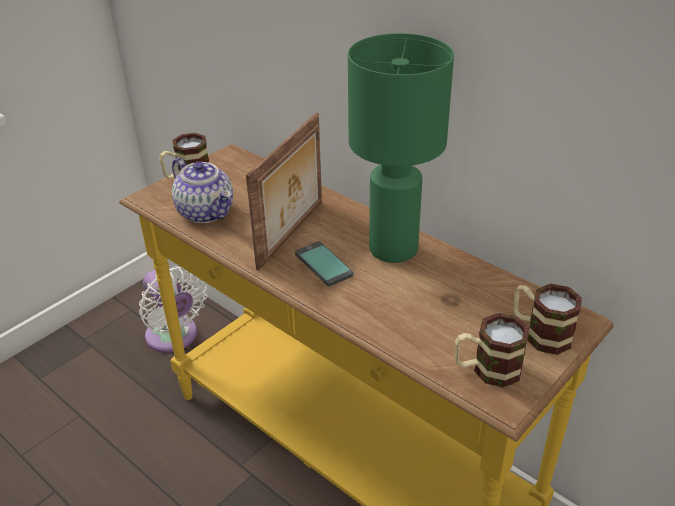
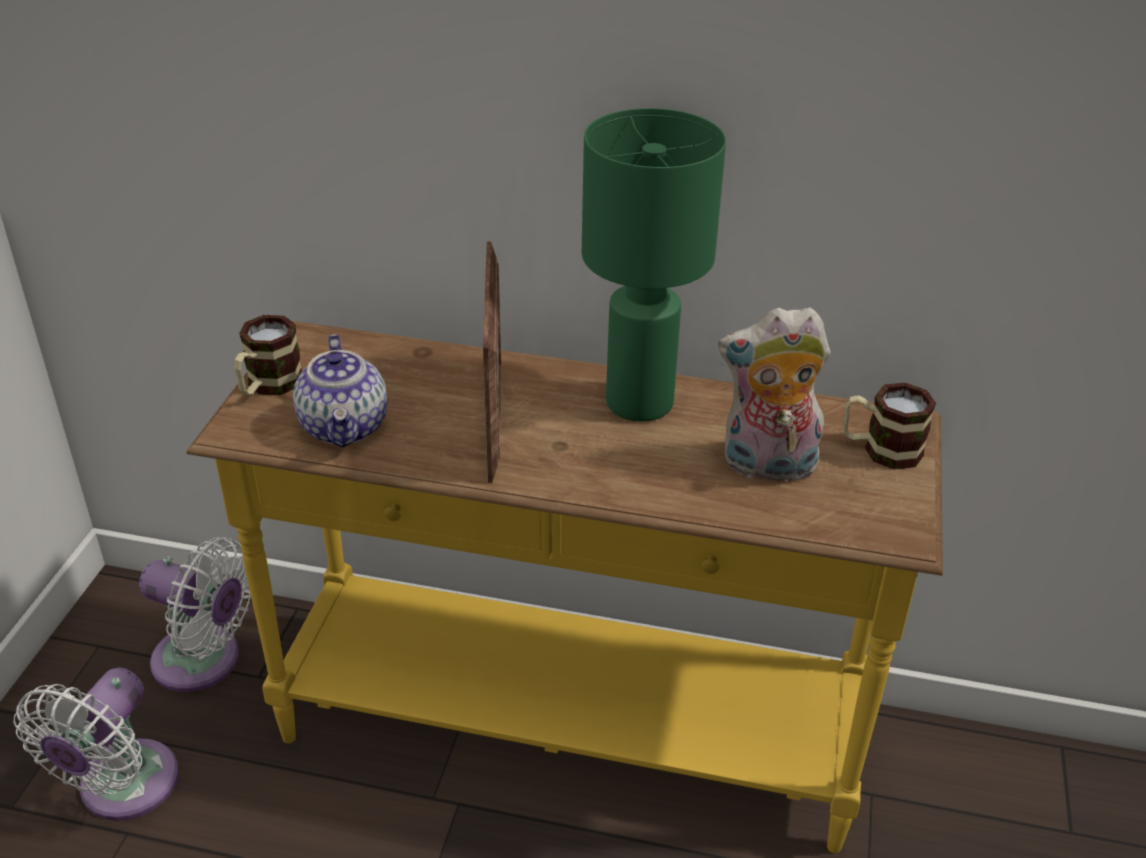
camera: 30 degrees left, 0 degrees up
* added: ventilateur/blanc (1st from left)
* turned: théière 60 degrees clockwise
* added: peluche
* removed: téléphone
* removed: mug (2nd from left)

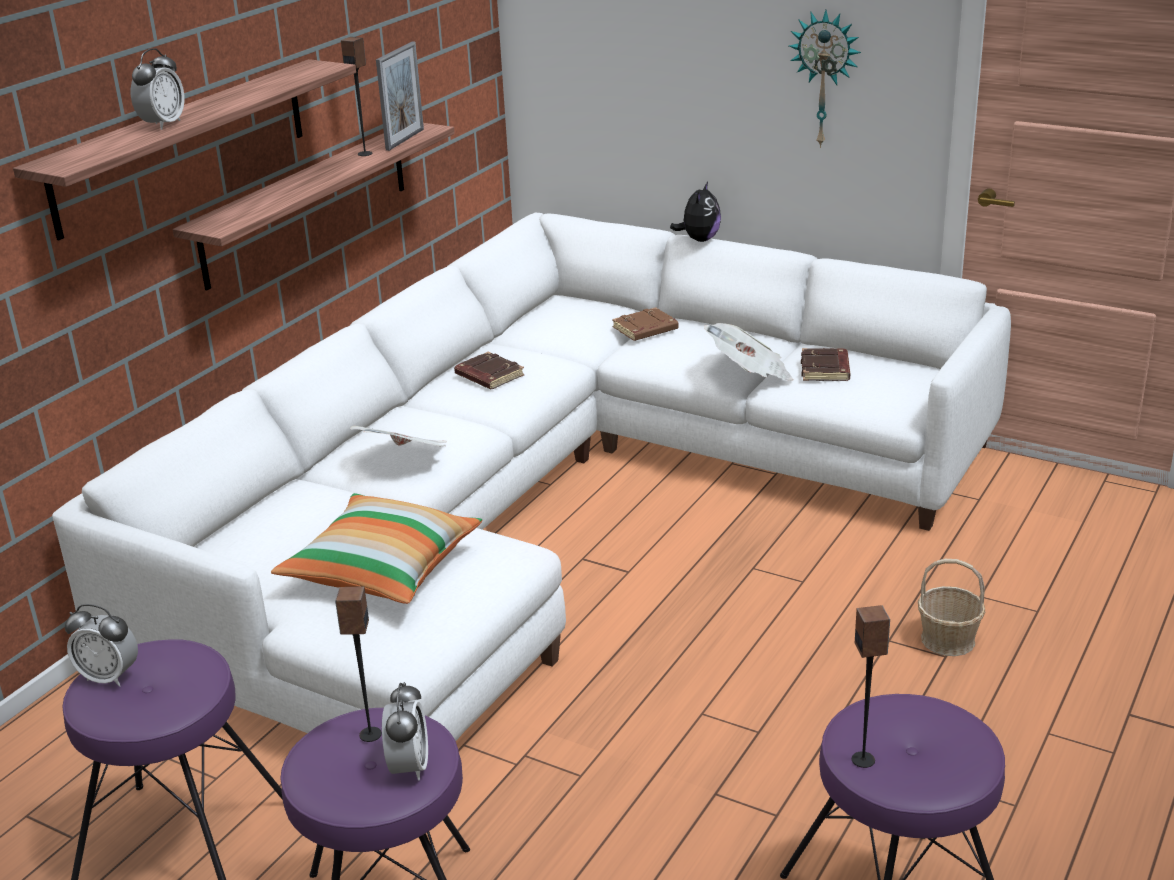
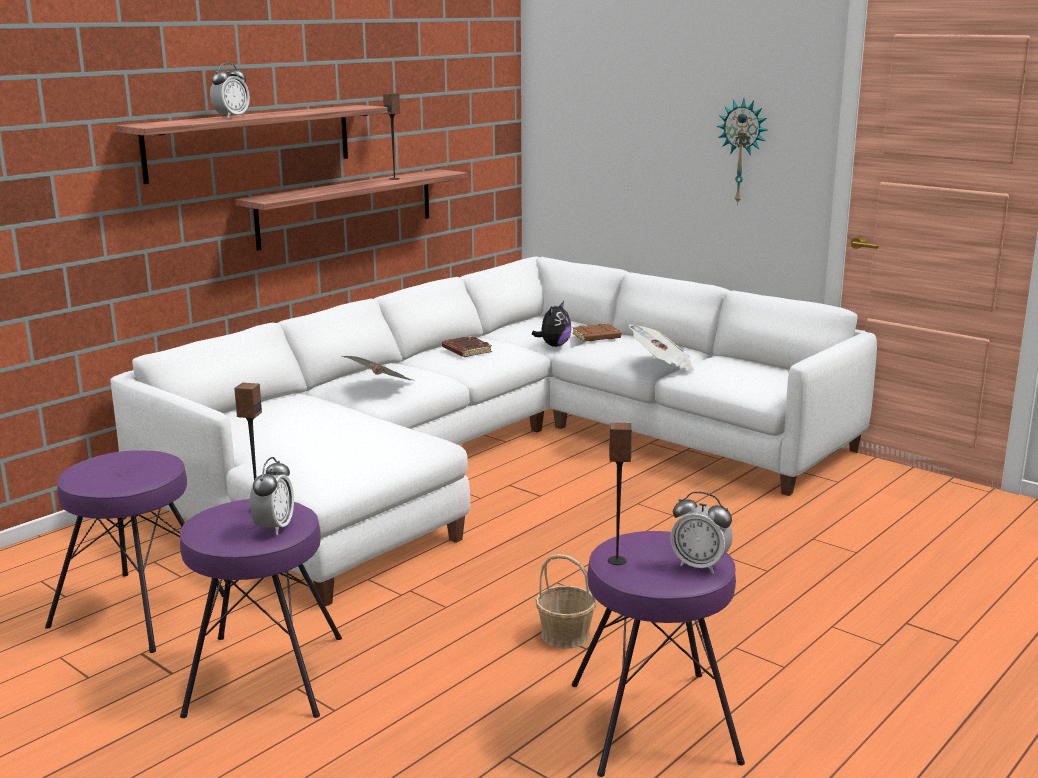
camera: 10 degrees right, 10 degrees down
* moved: peluche
* moved: panier
* moved: réveil (1st from left in the first image) to réveil (3rd from left)
* removed: coussin
* removed: cadre photo
* removed: livre/marron (3rd from left)

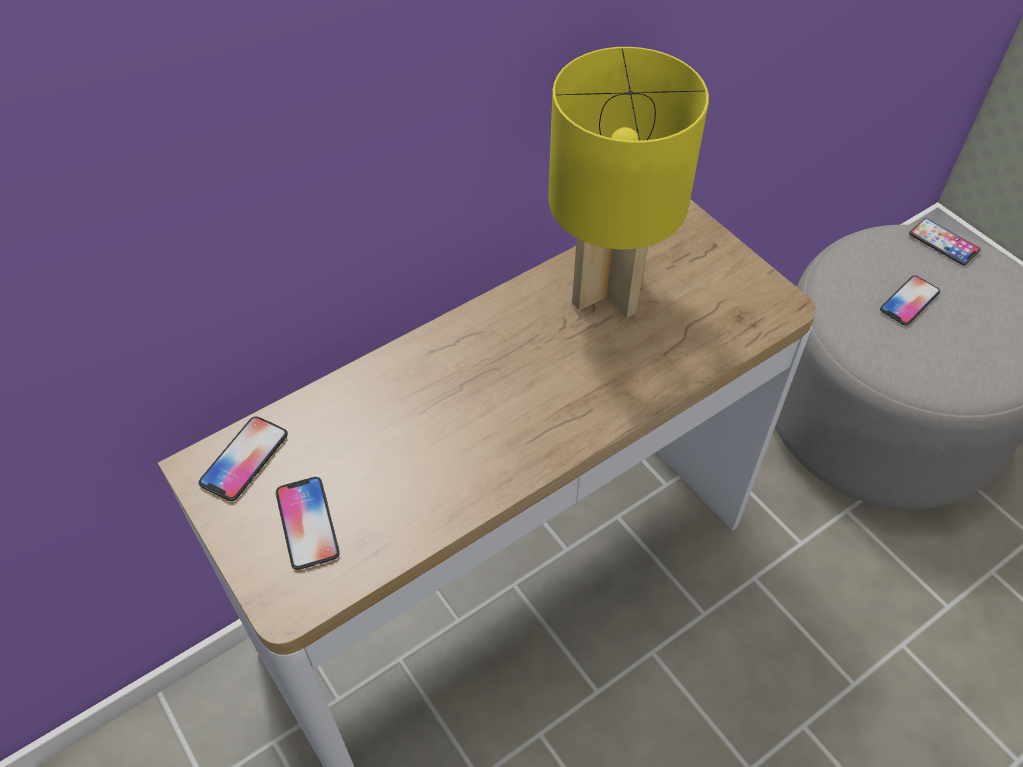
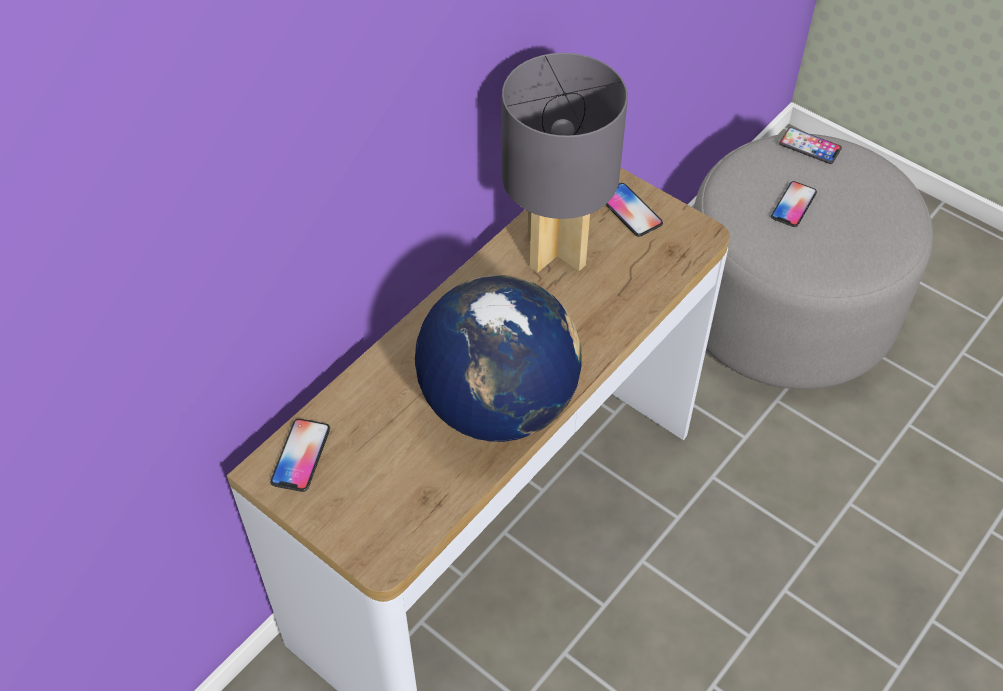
camera: 15 degrees left, 0 degrees up
* added: globe
* recoloured: lampe de table/jaune to lampe de table/gris
* moved: téléphone (2nd from left)

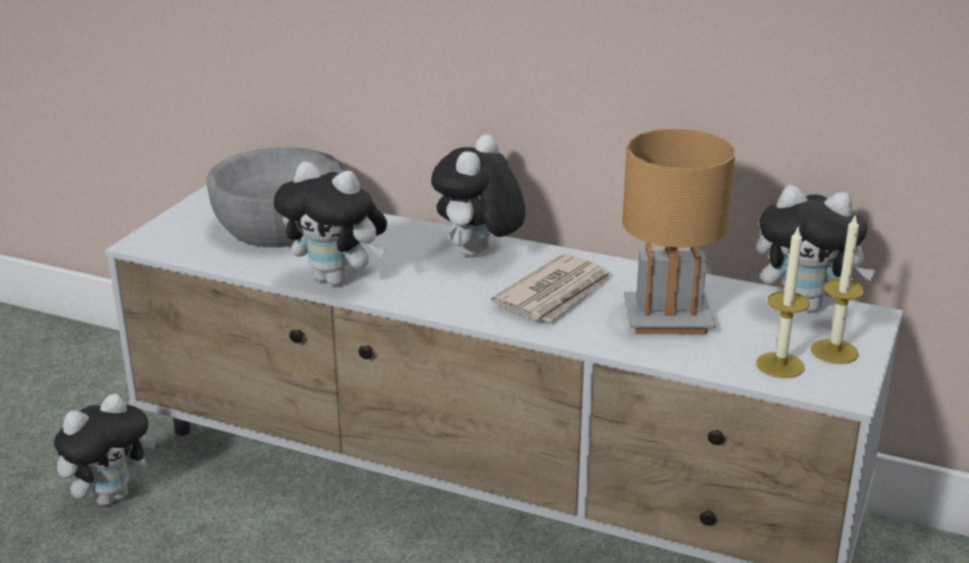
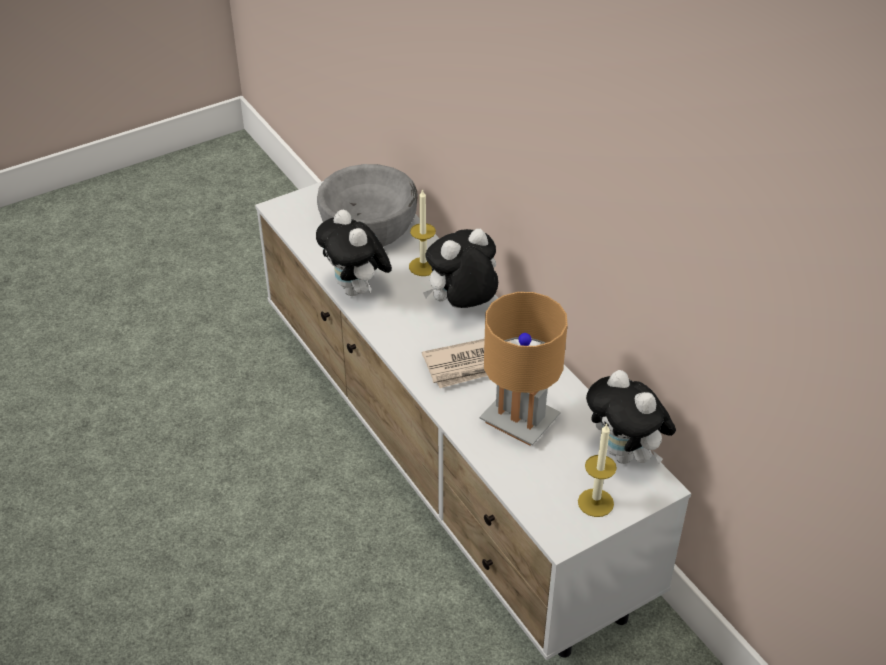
camera: 35 degrees right, 15 degrees up
* moved: bougie (1st from left)
* removed: peluche (1st from left)

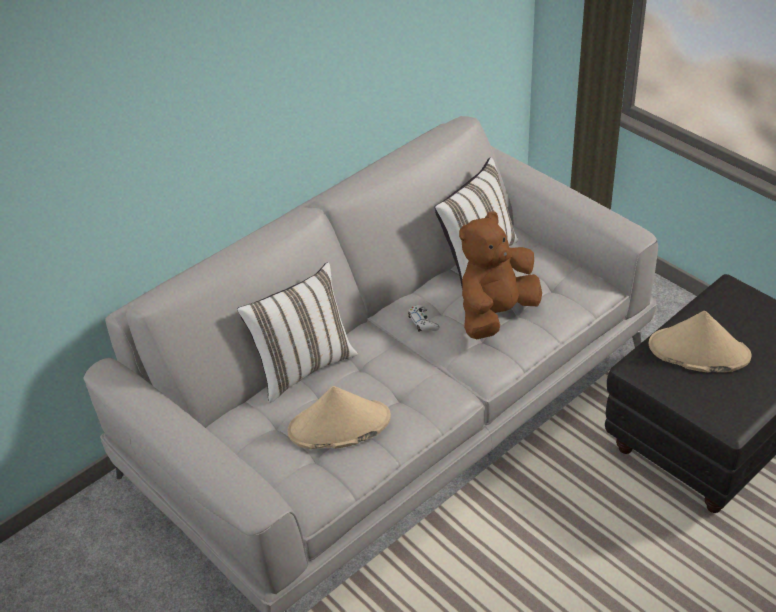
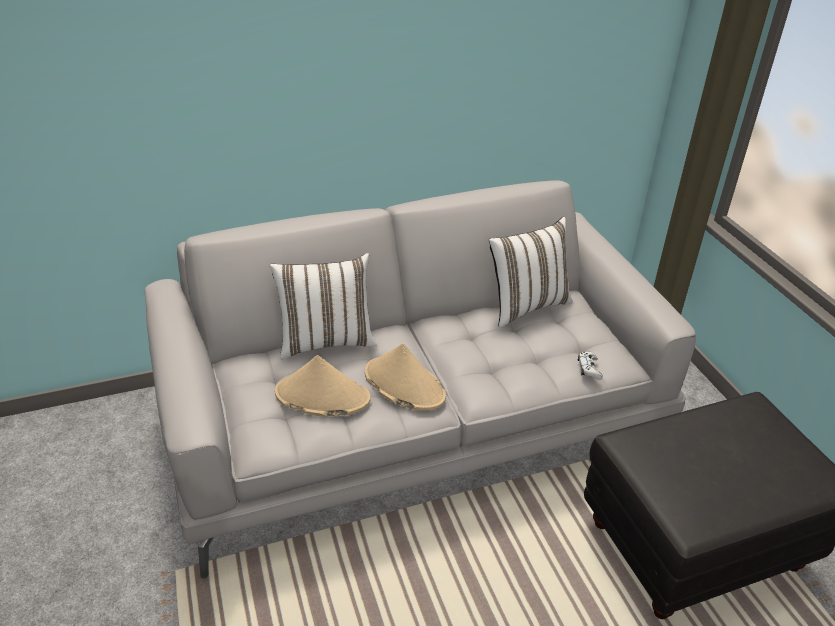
camera: 20 degrees right, 5 degrees down
* moved: chapeau/beige (2nd from left)
* moved: manette/blanc
* removed: peluche/marron

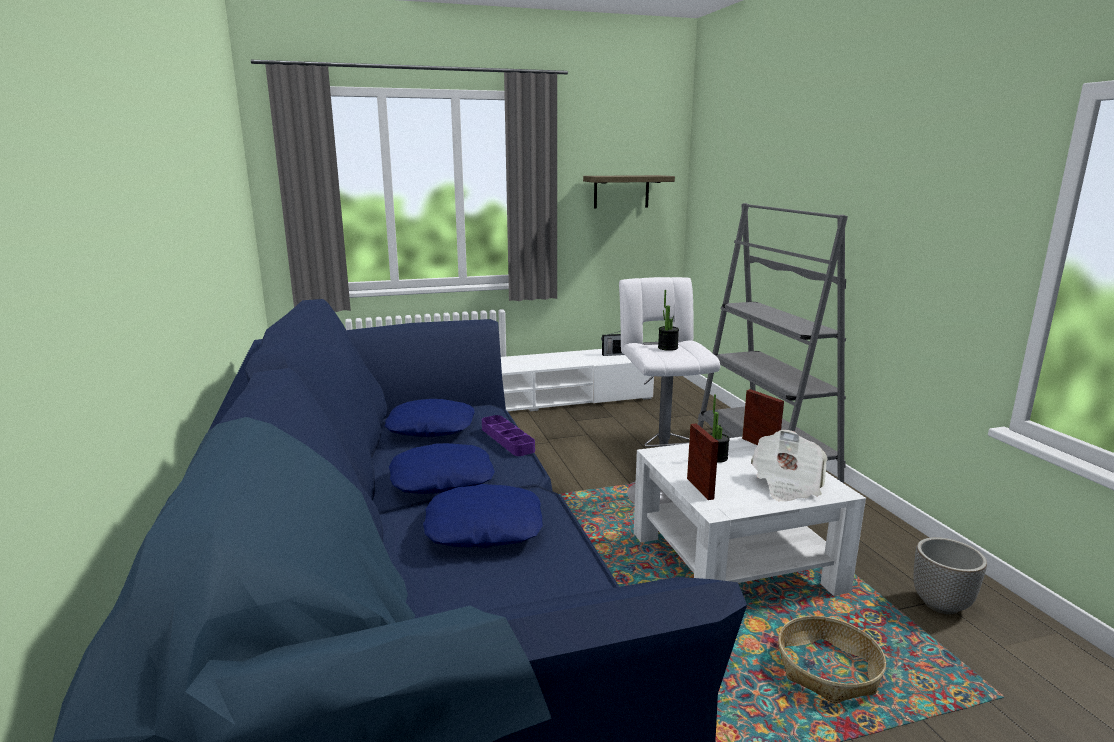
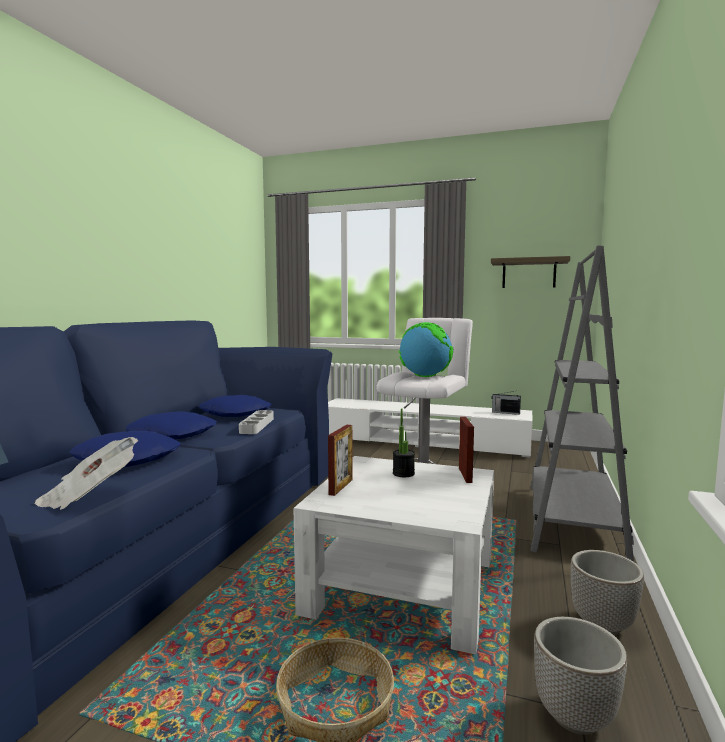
camera: 35 degrees right, 10 degrees down
* moved: journal
* recoloured: plateau/violet to plateau/gris
* replaced: plante en pot (1st from left) to globe
* added: cache-pot (2nd from left)

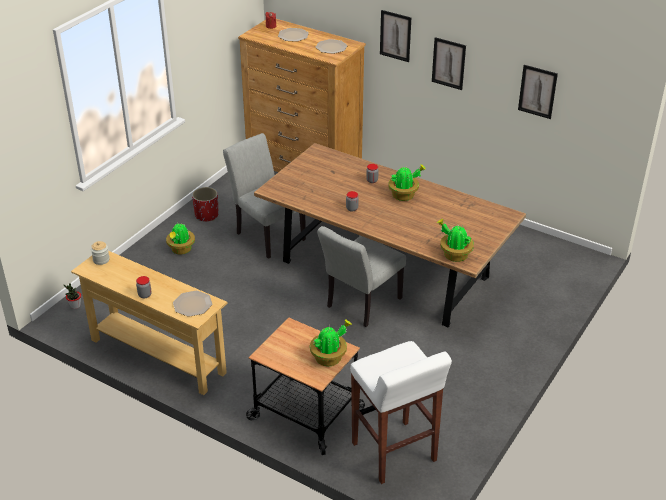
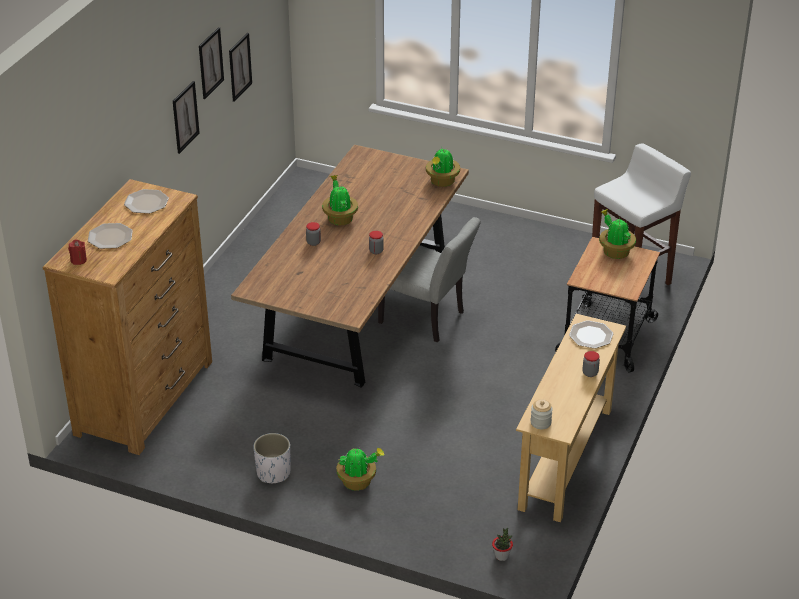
camera: 100 degrees left, 0 degrees up
* moved: tableau (1st from left in the first image) to tableau (2nd from left)
* recoloured: cache-pot/rouge to cache-pot/blanc
* removed: chaise/gris (1st from left)

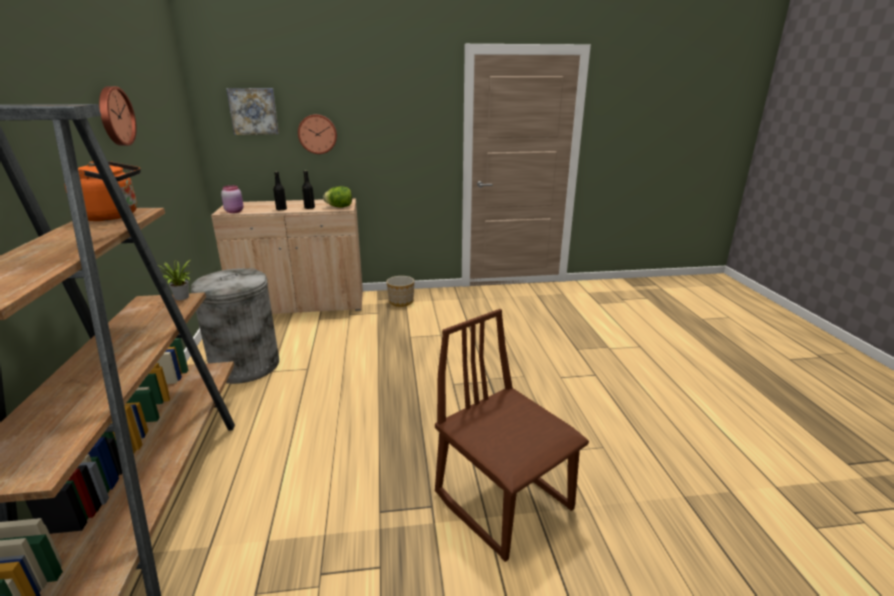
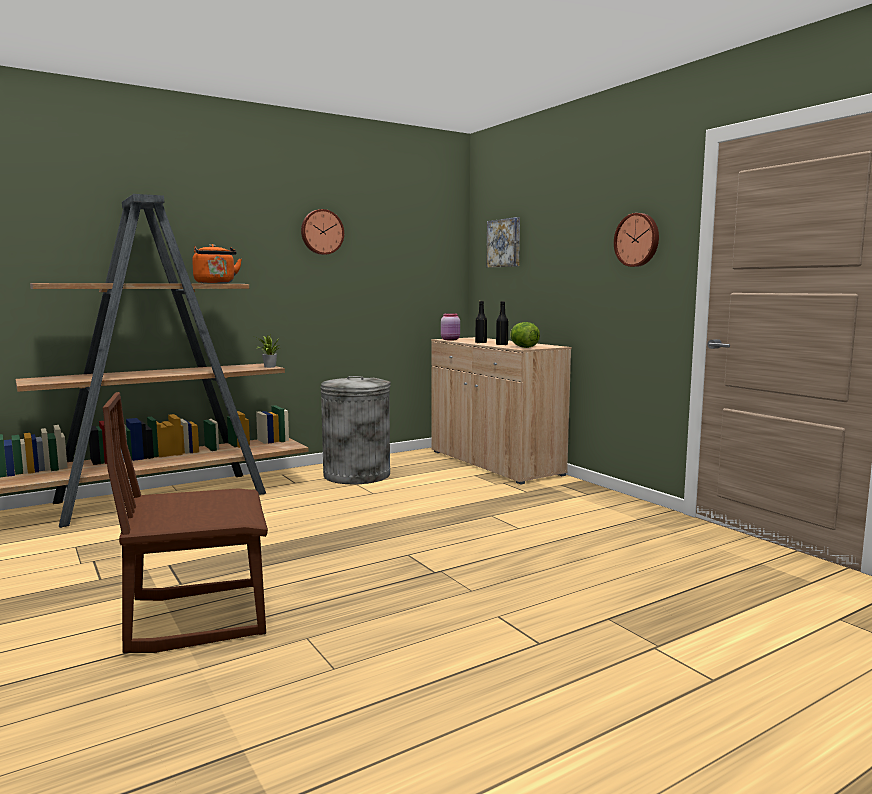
camera: 65 degrees right, 15 degrees down
* turned: chaise/marron 135 degrees counterclockwise
* moved: horloge murale (2nd from left)
* removed: cache-pot

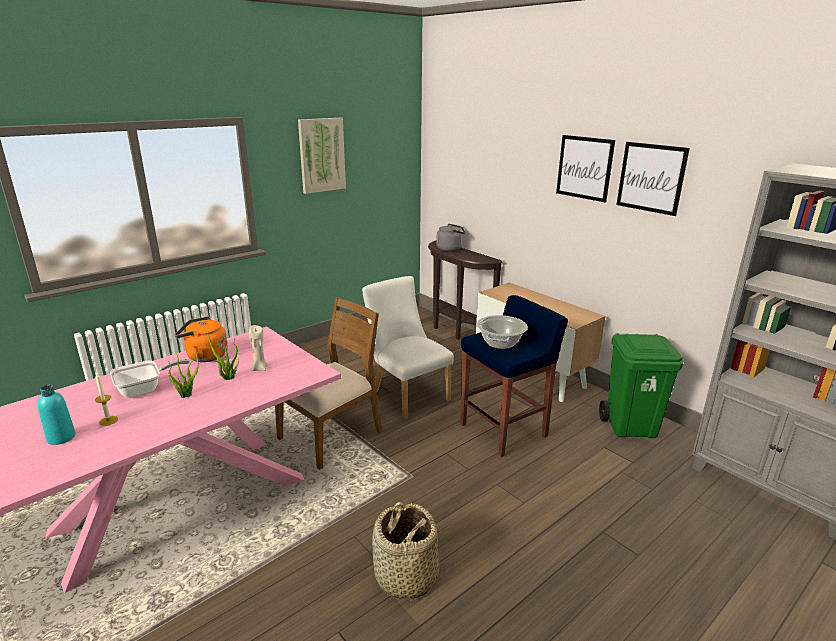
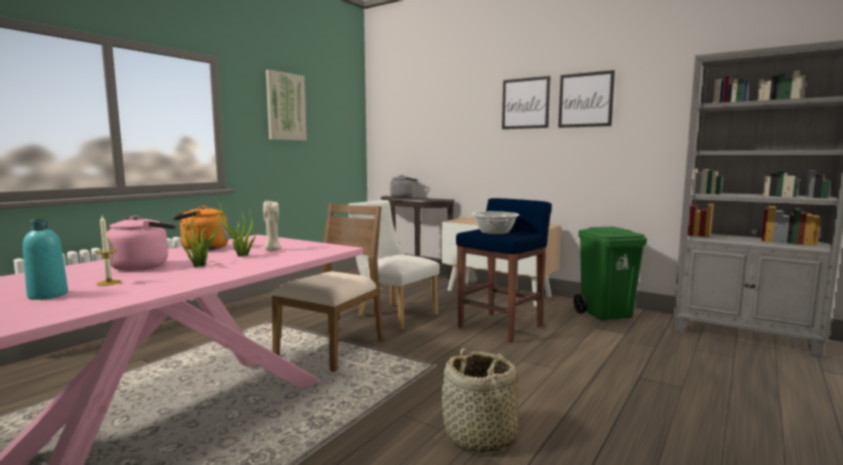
camera: 15 degrees left, 15 degrees down
* replaced: poêle to bouilloire/rose

